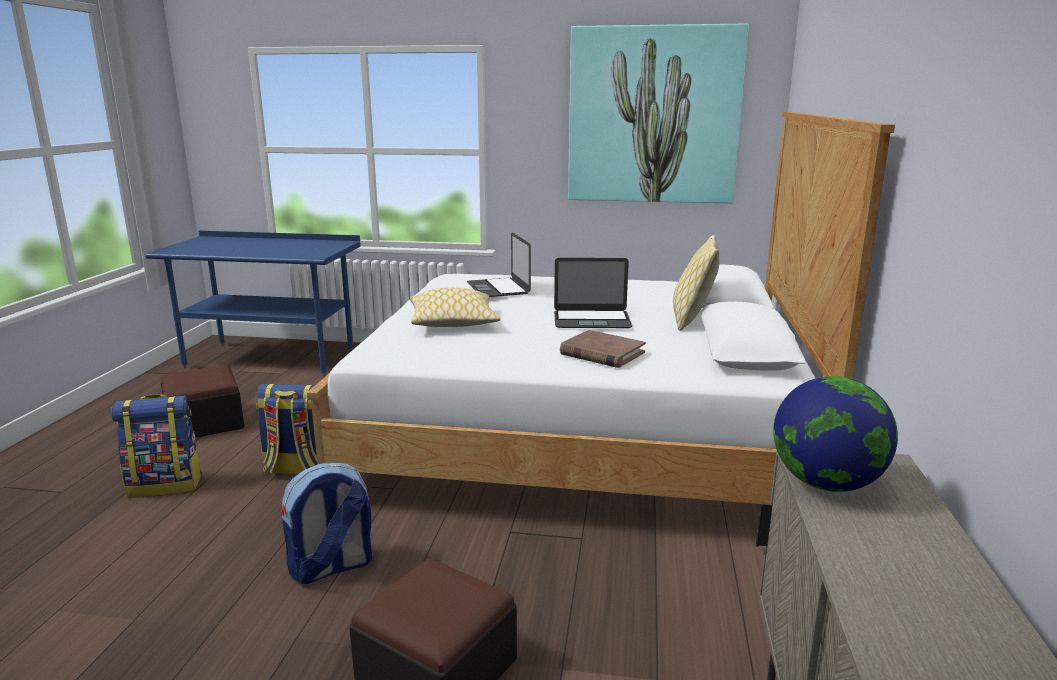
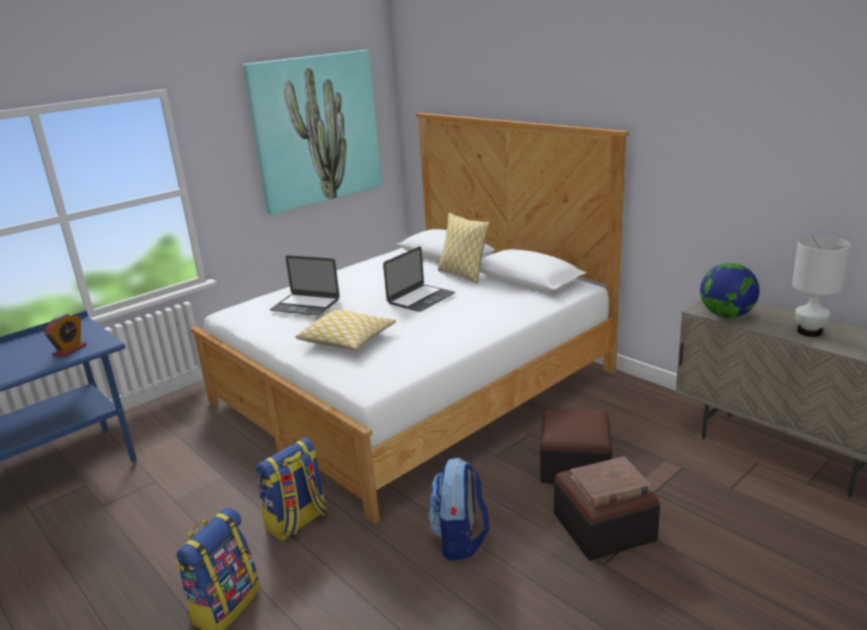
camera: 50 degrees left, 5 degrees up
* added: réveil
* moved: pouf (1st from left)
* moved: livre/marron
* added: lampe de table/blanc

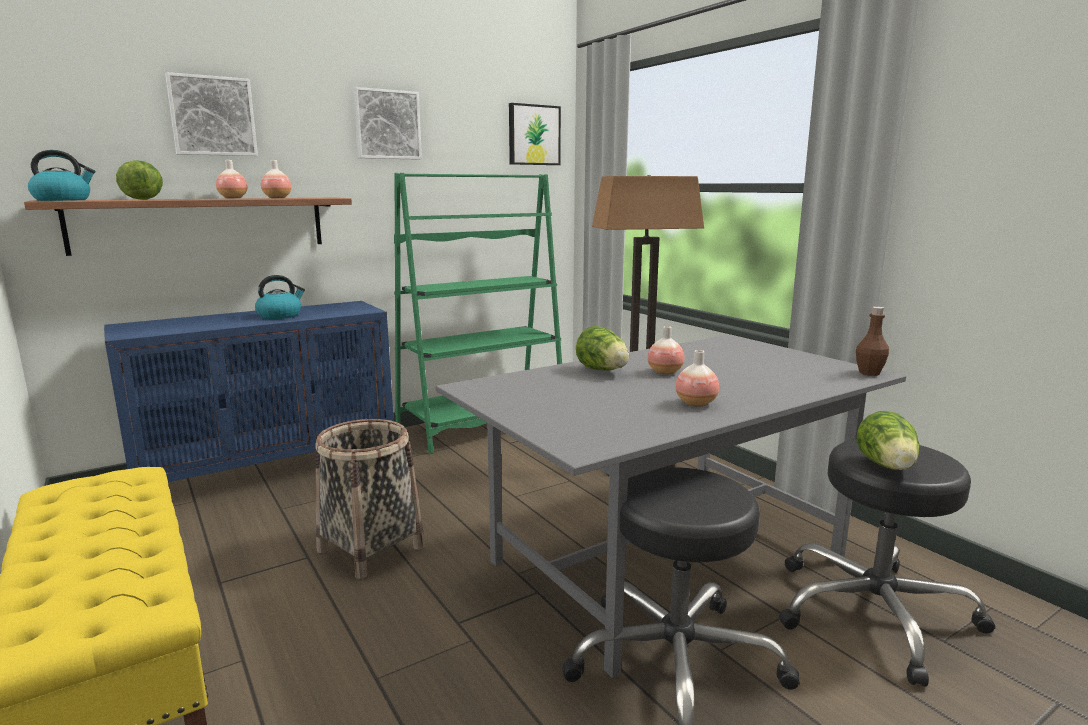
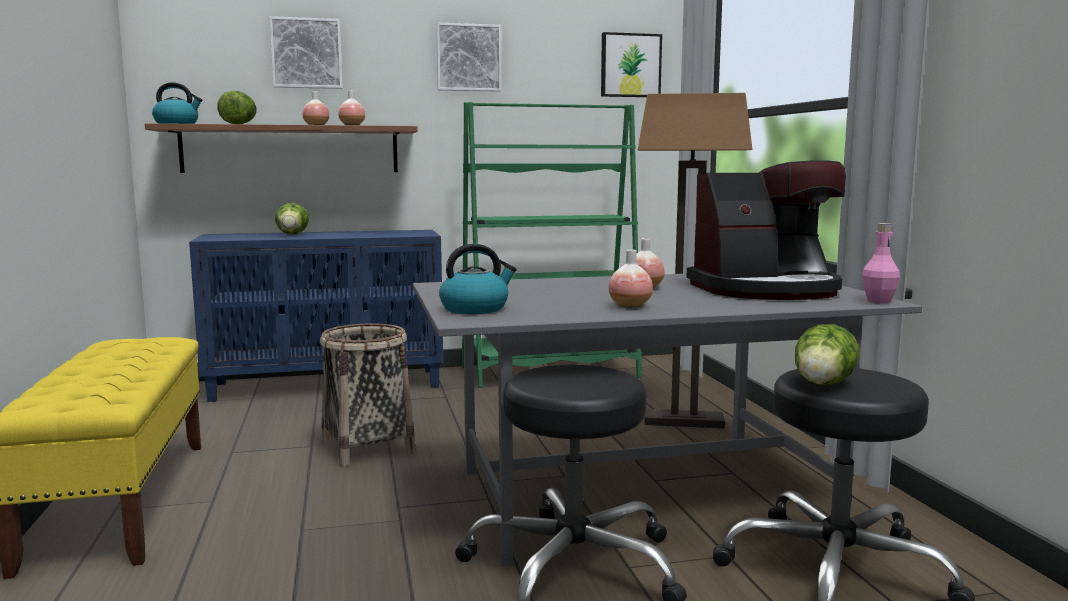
camera: 20 degrees right, 5 degrees down
* moved: laitue (2nd from left)
* moved: bouilloire (2nd from left)
* added: machine à café
* recoloured: bouteille/marron to bouteille/rose

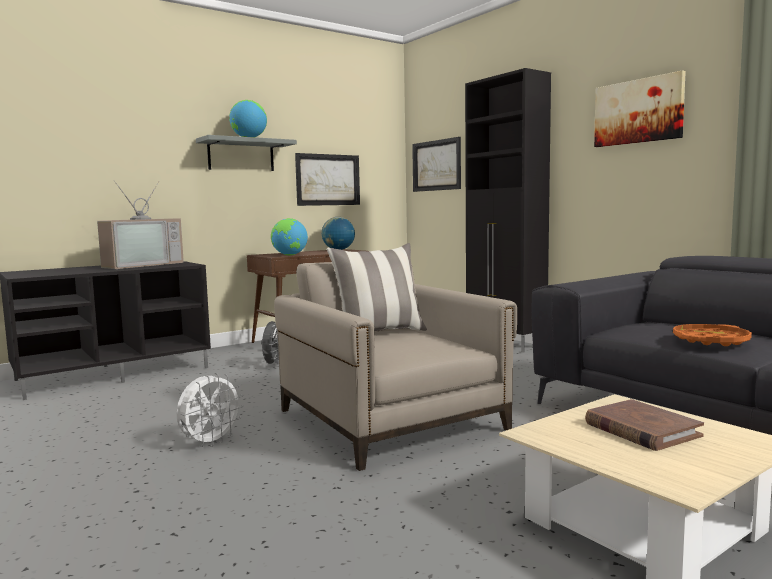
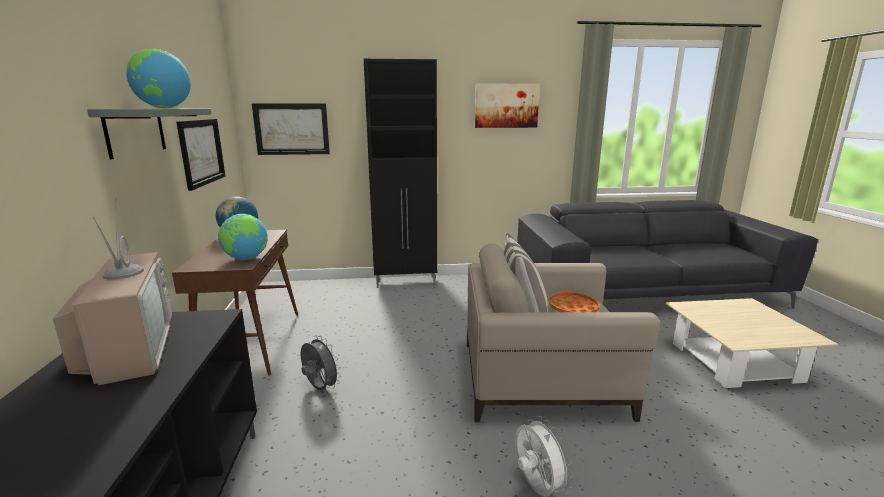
camera: 60 degrees left, 10 degrees up
* moved: plateau/orange
* removed: livre/marron

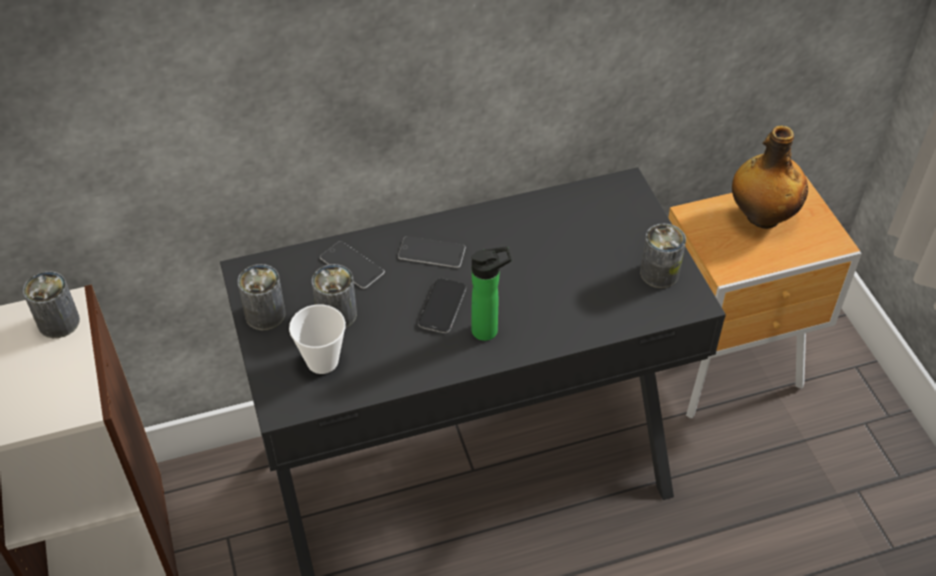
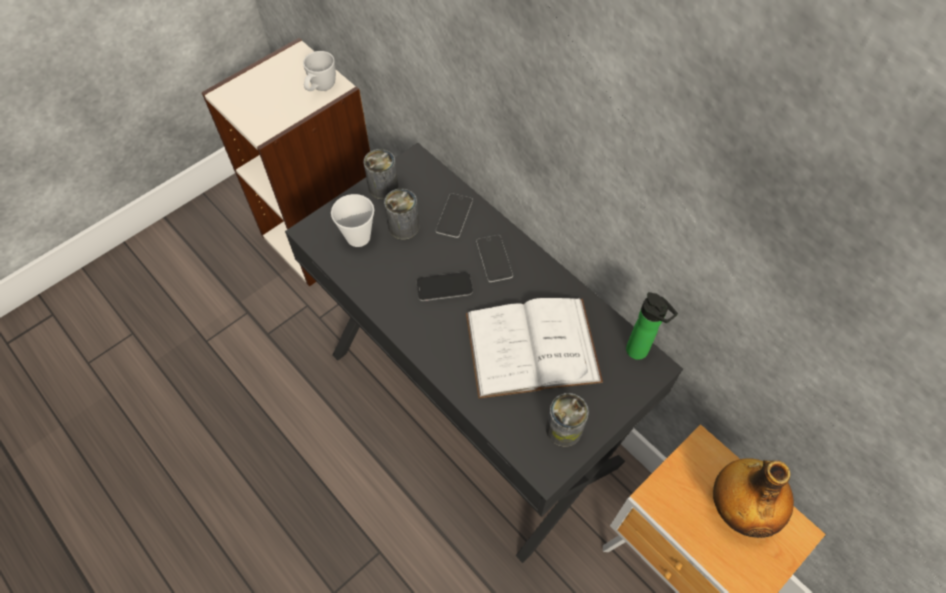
camera: 65 degrees right, 10 degrees up
* replaced: boîte métallique (1st from left) to mug/blanc
* added: livre/blanc
* moved: bouteille (1st from left)

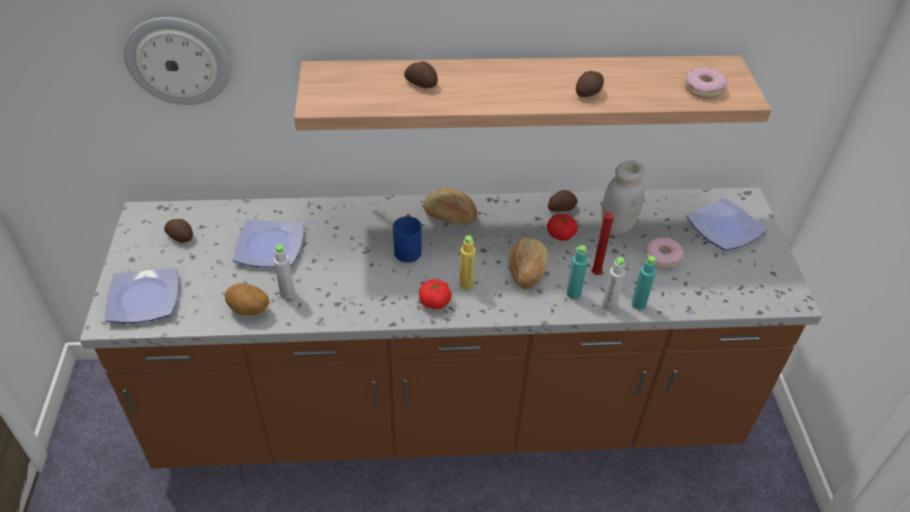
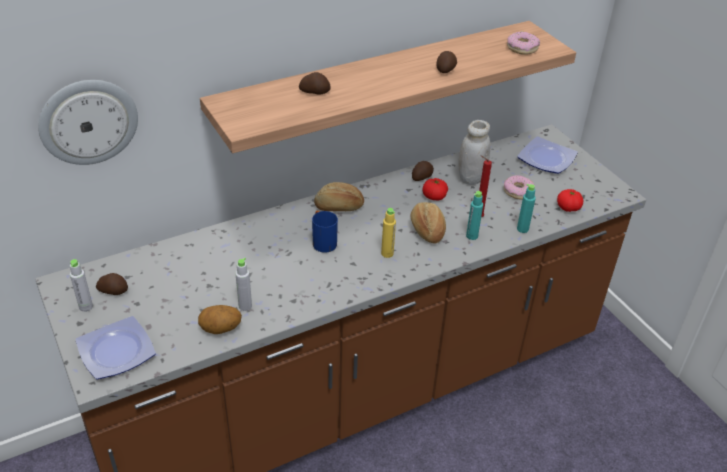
camera: 25 degrees left, 5 degrees down
* moved: bouteille/gris (2nd from left in the first image) to bouteille/gris (1st from left)
* moved: tomate (1st from left in the first image) to tomate (2nd from left)
* removed: assiette (2nd from left)

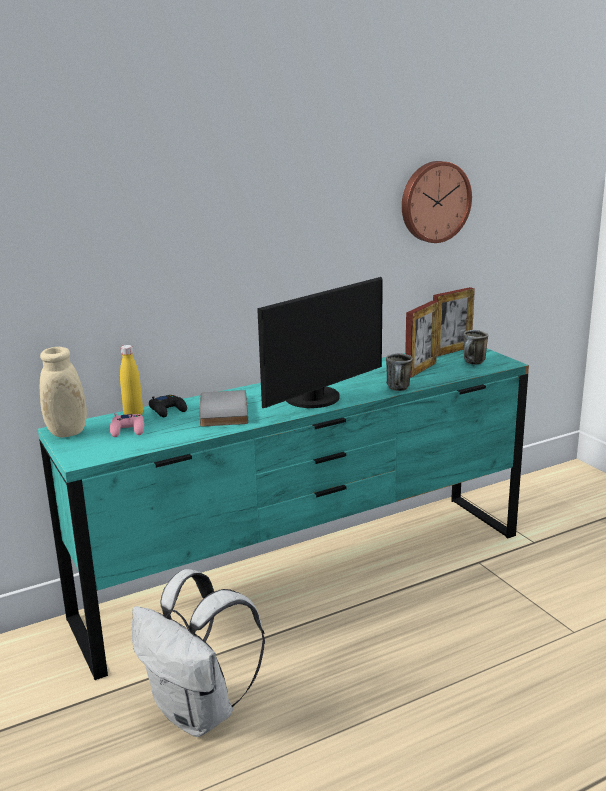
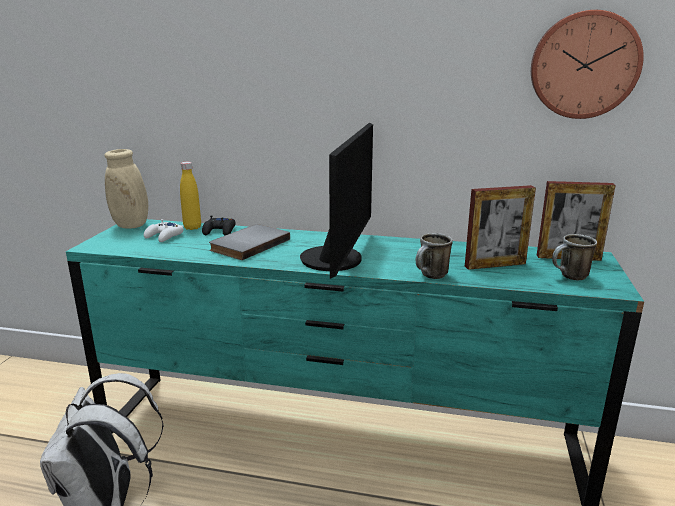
camera: 40 degrees right, 0 degrees up
* recoloured: manette/rose to manette/blanc
* turned: écran d'ordinateur 75 degrees counterclockwise

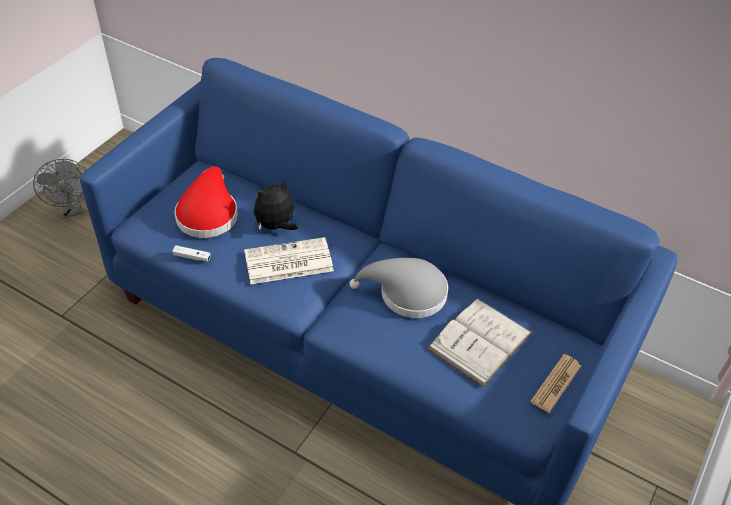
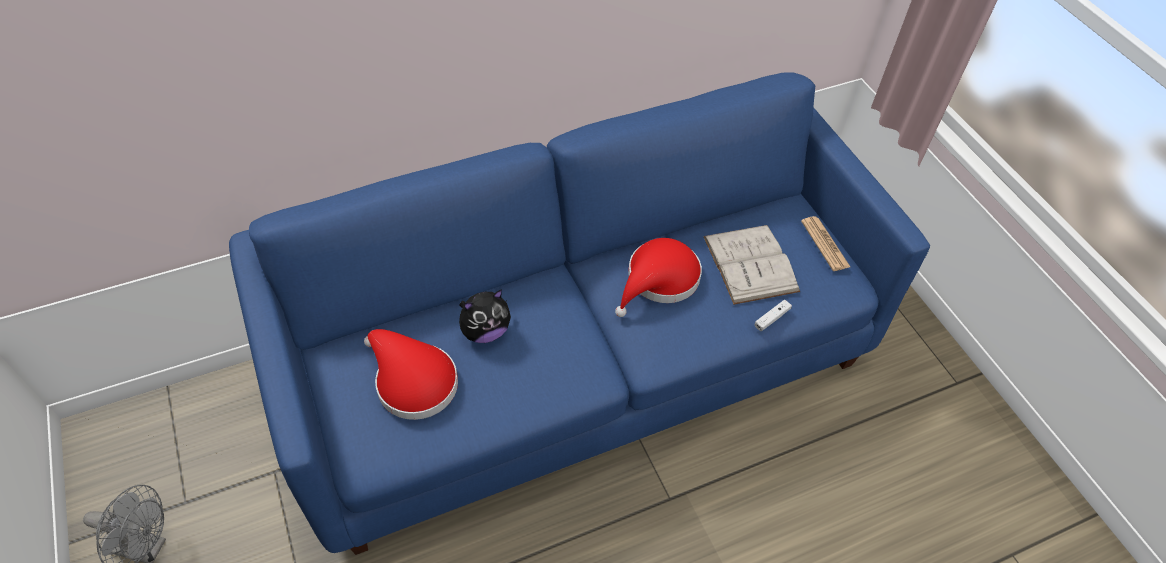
camera: 55 degrees left, 5 degrees up
* turned: peluche 120 degrees counterclockwise
* recoloured: chapeau/gris to chapeau/rouge (2nd from left)
* moved: manette/blanc
* removed: journal (1st from left)

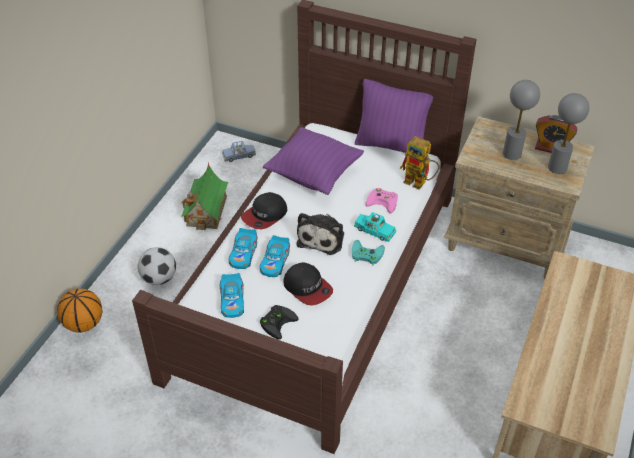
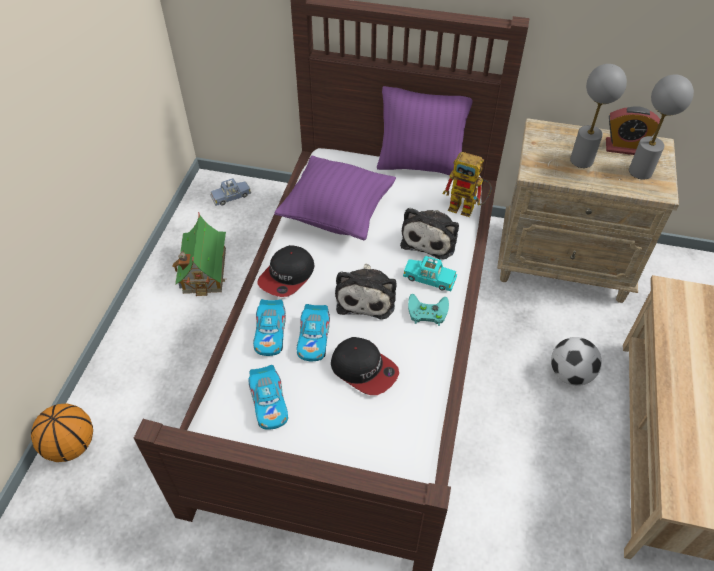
camera: 10 degrees left, 5 degrees up
* replaced: manette/rose to peluche (2nd from left)
* moved: ballon de foot
* removed: manette/noir

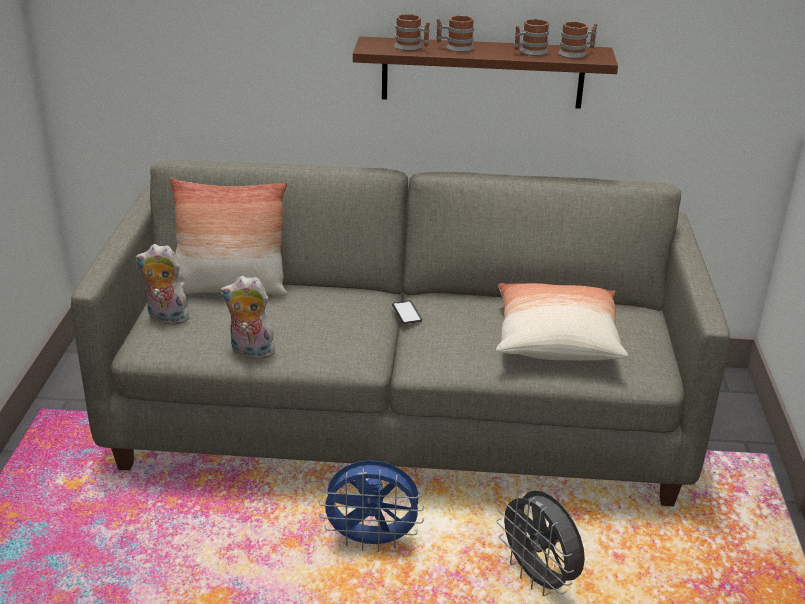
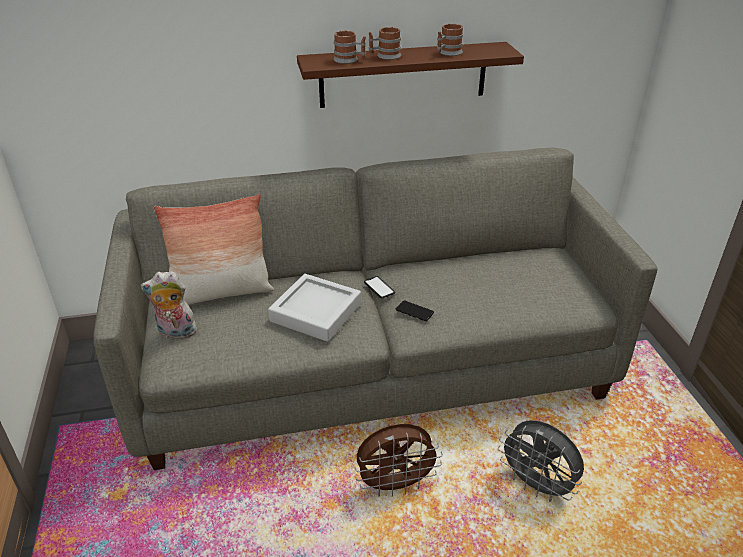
camera: 15 degrees left, 5 degrees up
* added: plateau/gris
* recoloured: ventilateur/bleu to ventilateur/marron
* added: téléphone (2nd from left)
* removed: peluche (2nd from left)
* removed: coussin (2nd from left)
* removed: mug (4th from left)

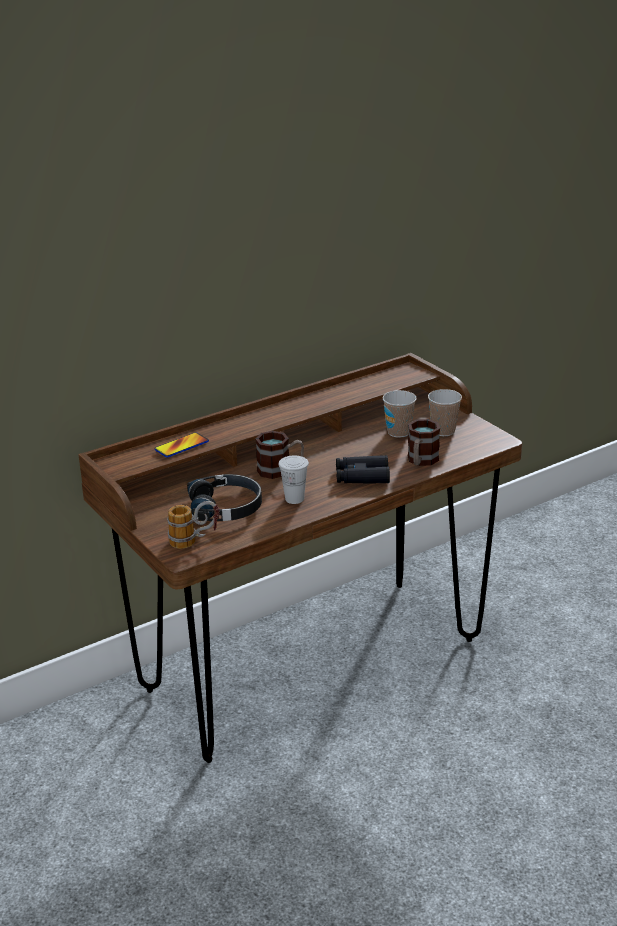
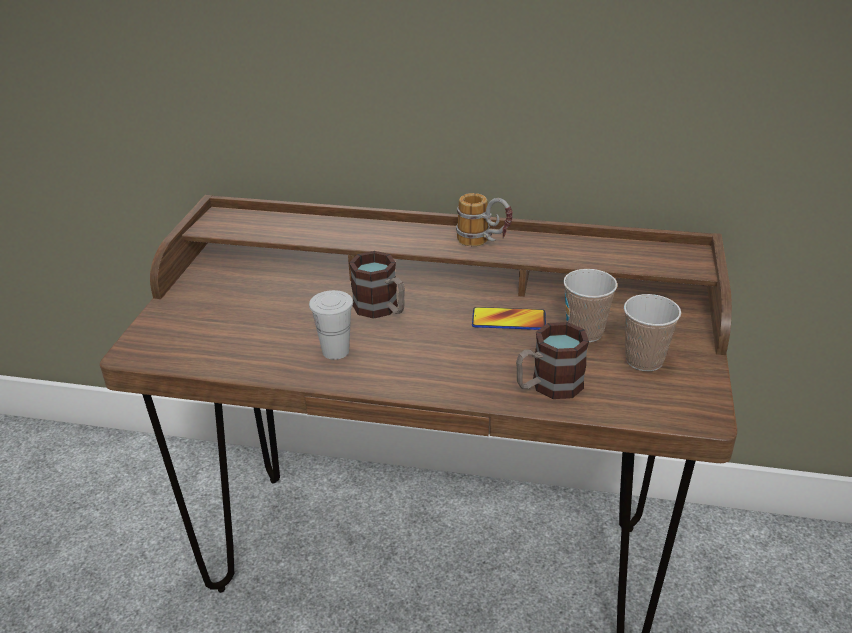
camera: 45 degrees right, 5 degrees up
* moved: mug (1st from left in the first image) to mug (2nd from left)
* moved: téléphone
* removed: casque audio/noir
* removed: jumelles/noir

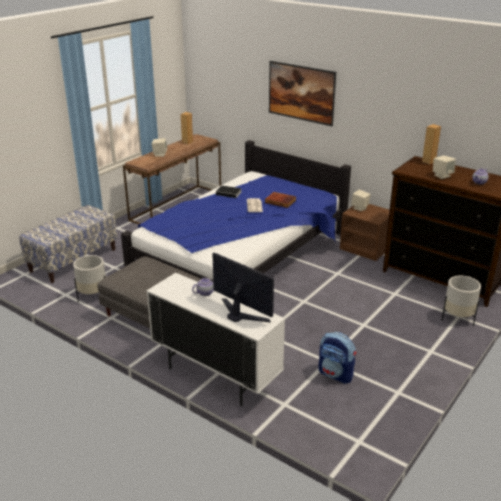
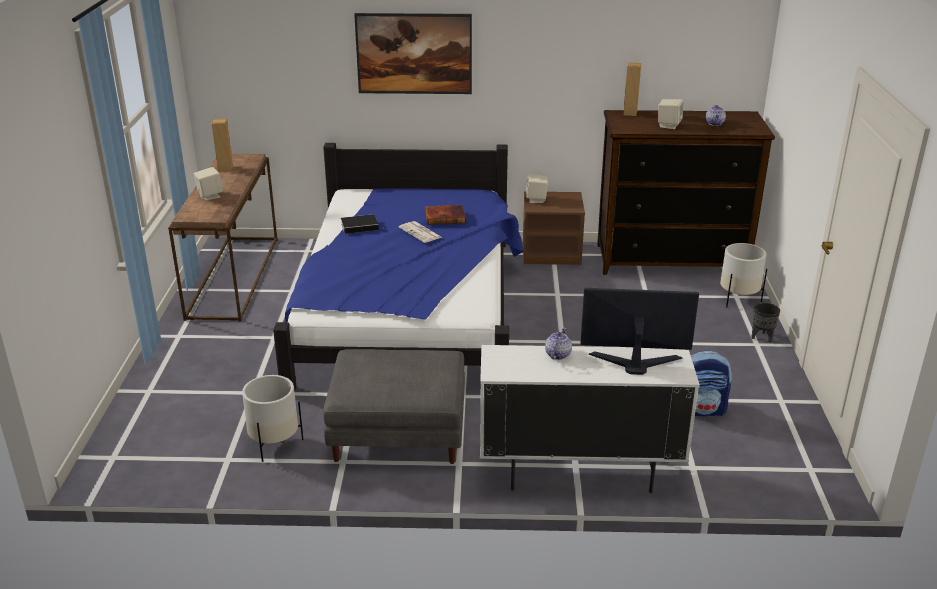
camera: 35 degrees left, 0 degrees up
* added: cache-pot/noir
* removed: banc

